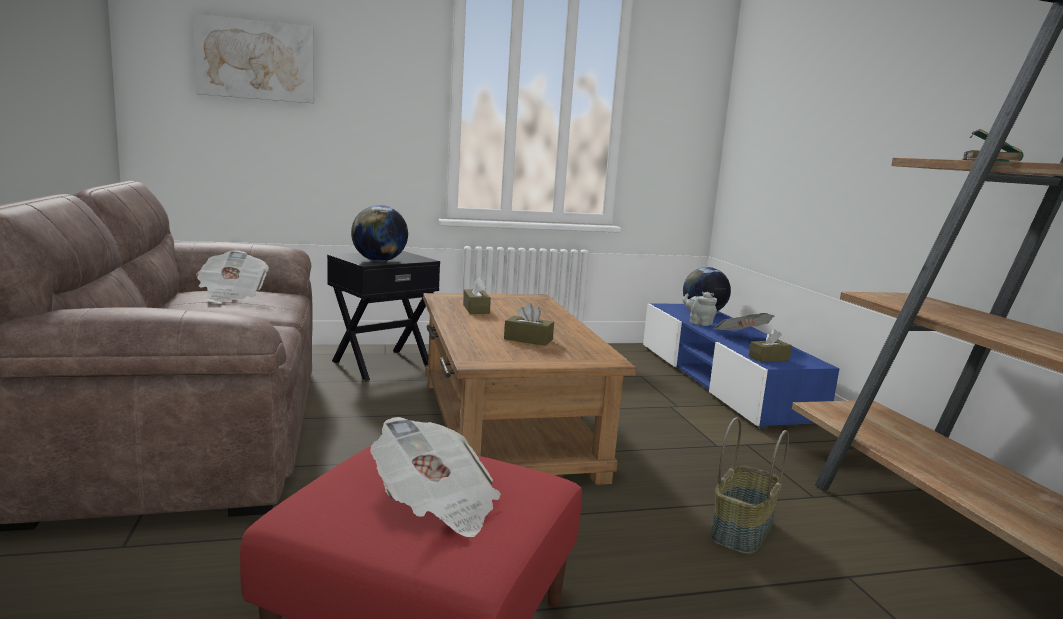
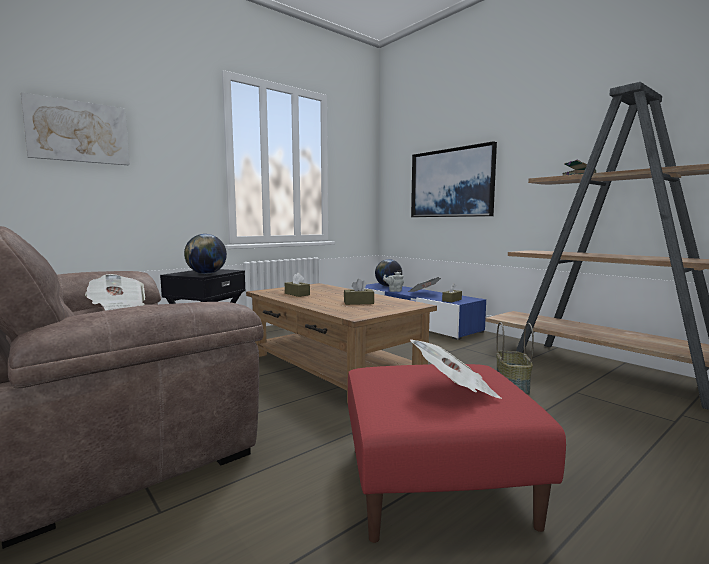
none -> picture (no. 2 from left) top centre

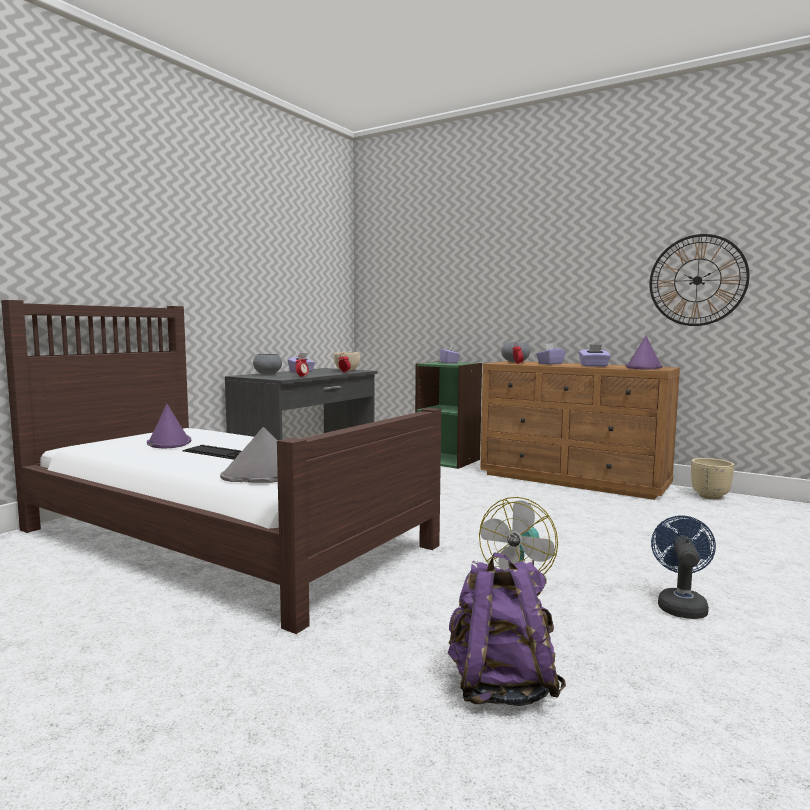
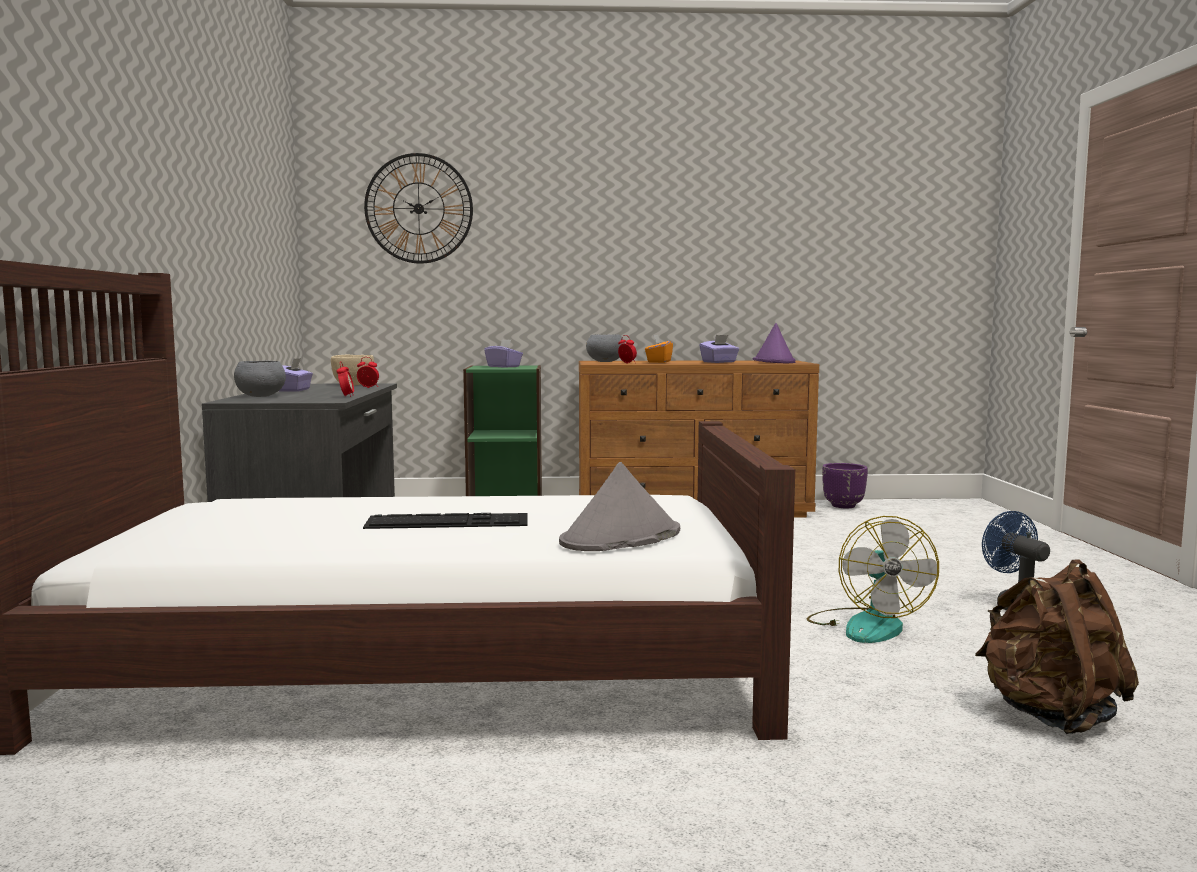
wall clock middle right -> wall clock top centre, relocated
tissue box (purple) (no. 3 from left) middle right -> tissue box (orange) centre
hat (purple) (no. 1 from left) middle left -> none
planter (beige) middle right -> planter (purple) middle right
backpack (purple) bottom centre -> backpack (brown) bottom right

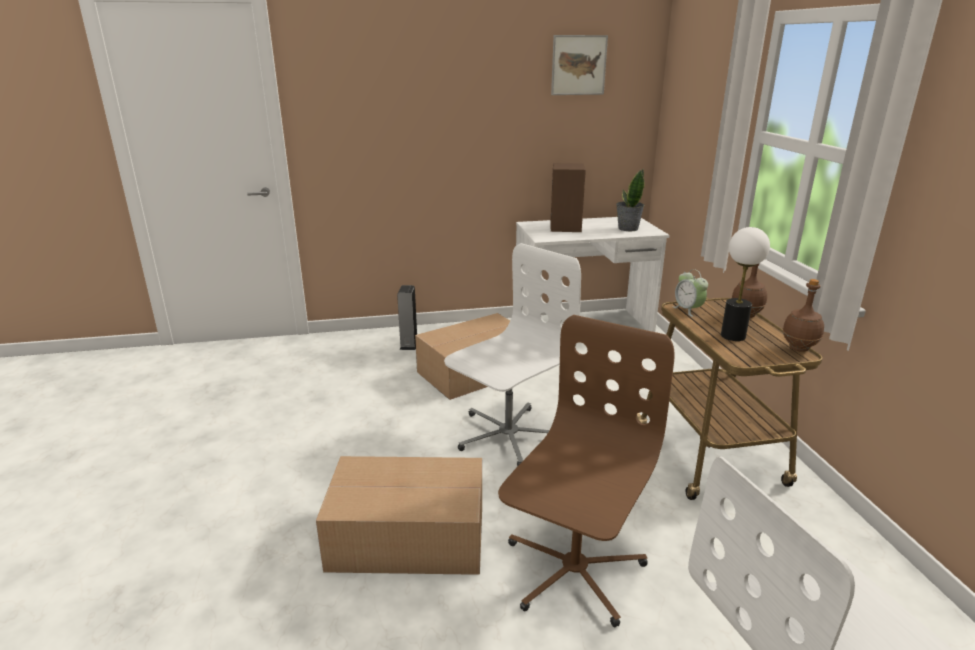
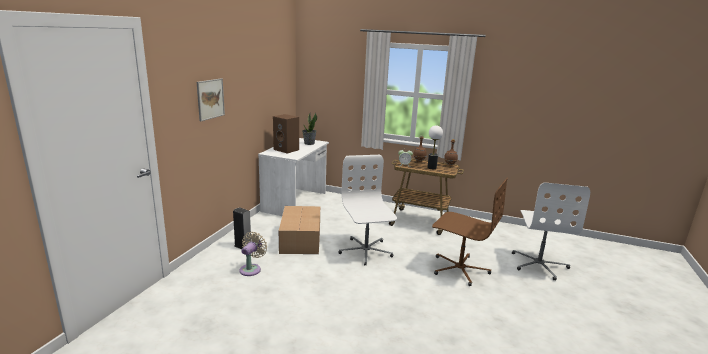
picture top centre -> picture top left, relocated
office chair (brown) bottom centre -> office chair (brown) centre, 150 degrees clockwise
cardboard box (no. 1 from left) bottom centre -> none
none -> fan (beige) bottom centre

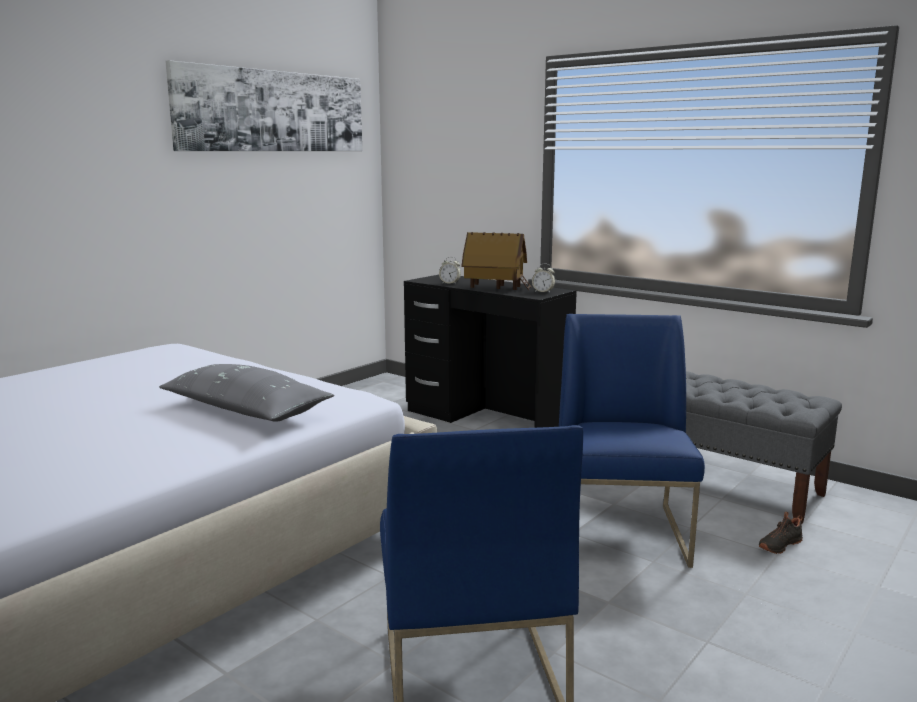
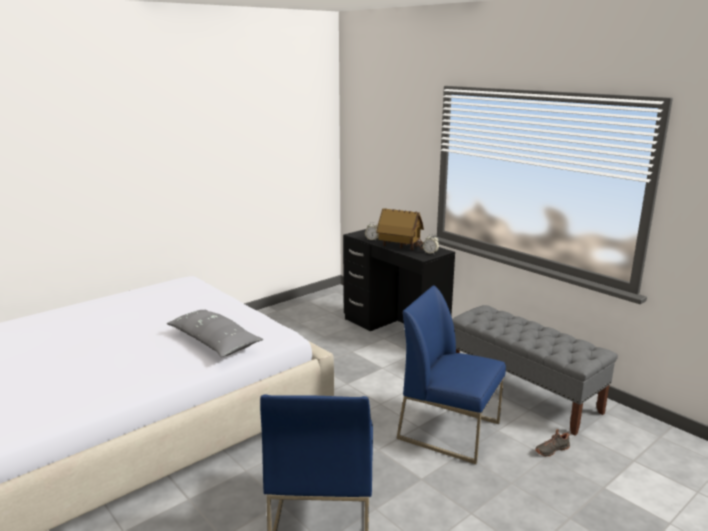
picture top left -> none
chair (blue) (no. 2 from left) middle right -> chair (blue) (no. 2 from left) bottom centre, 75 degrees counterclockwise

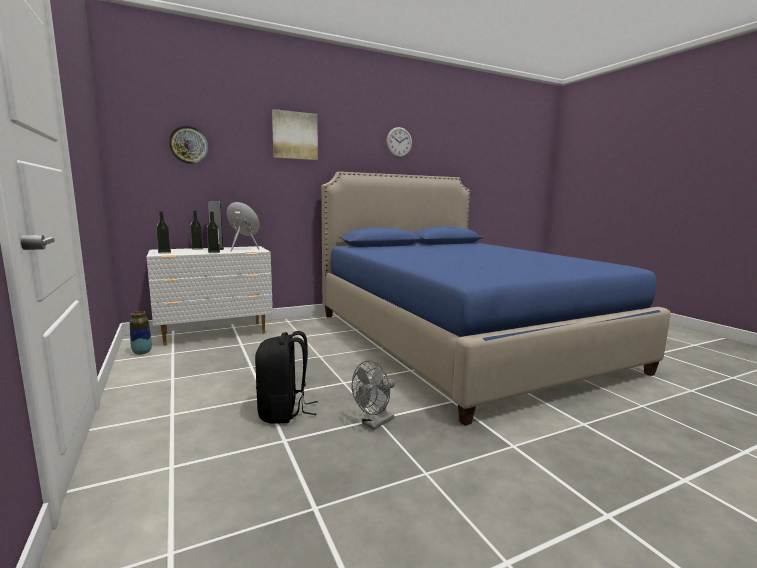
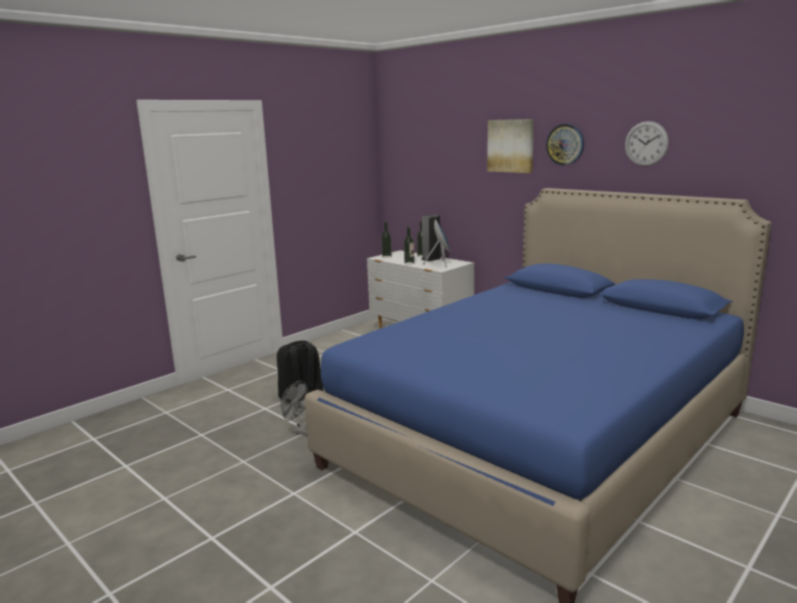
wall clock (no. 1 from left) top left -> wall clock (no. 1 from left) top right, relocated
vase middle left -> none

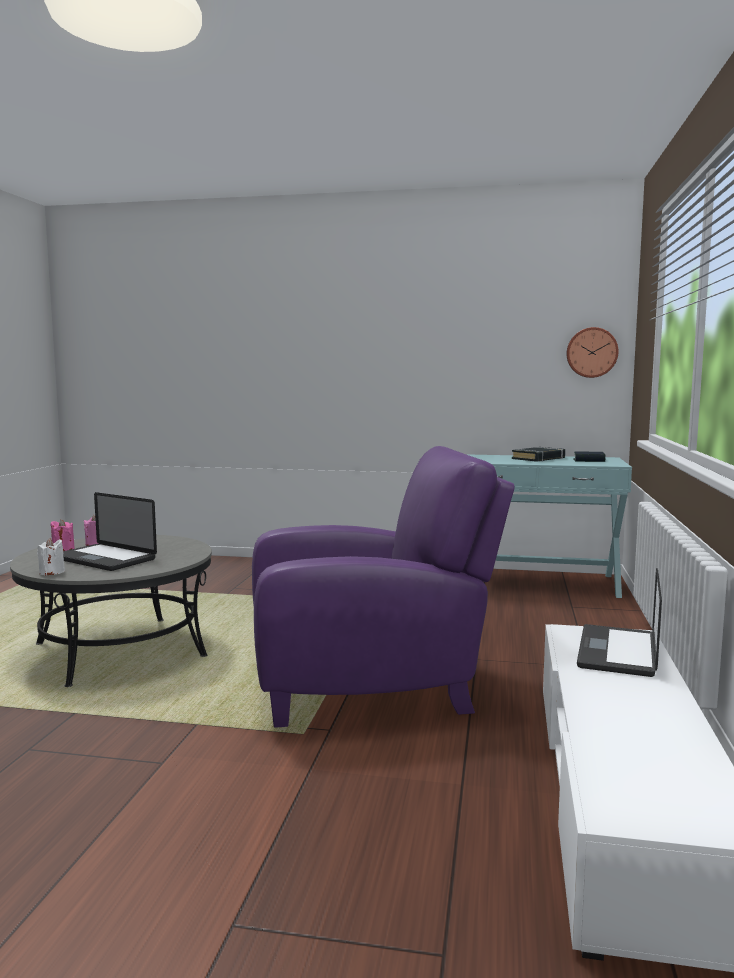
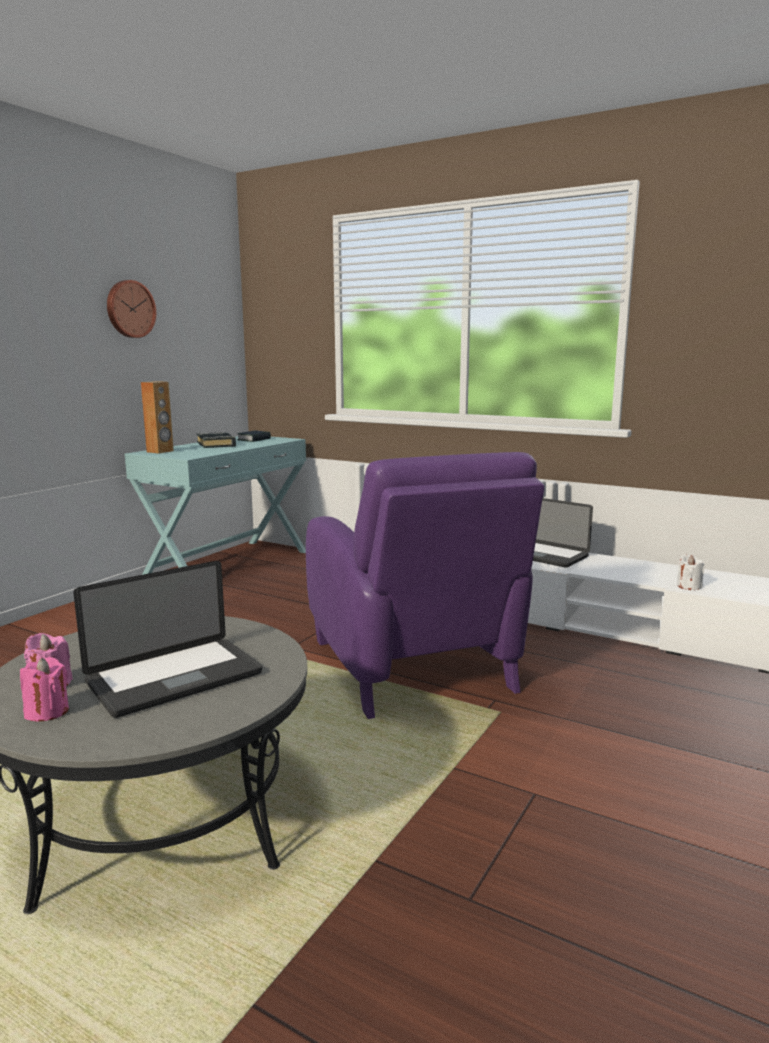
wall clock middle right -> wall clock top left, relocated
armchair (purple) centre, 150 degrees clockwise
candle (white) middle left -> candle (white) middle right, relocated
none -> speaker (brown) middle left

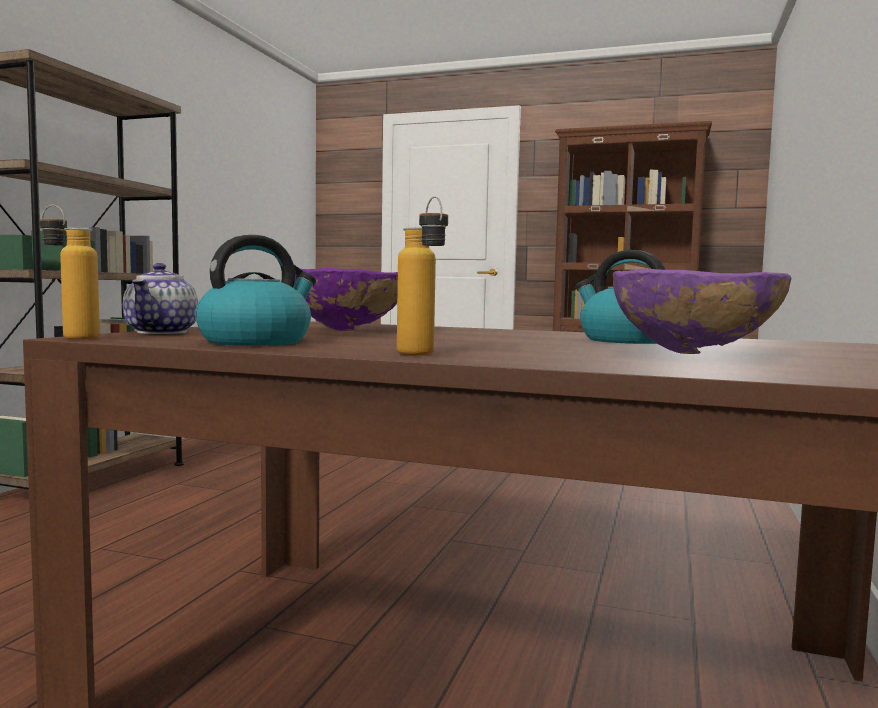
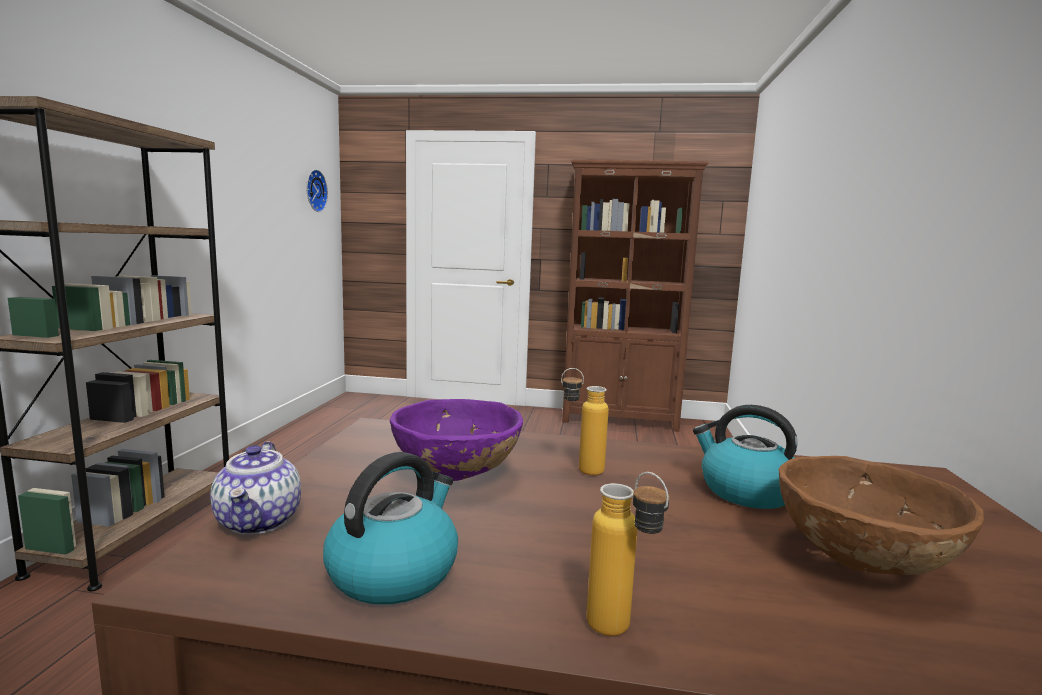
bottle (no. 1 from left) middle left -> bottle (no. 1 from left) centre, relocated
bowl (purple) (no. 2 from left) middle right -> bowl (brown) bottom right
none -> wall clock top left

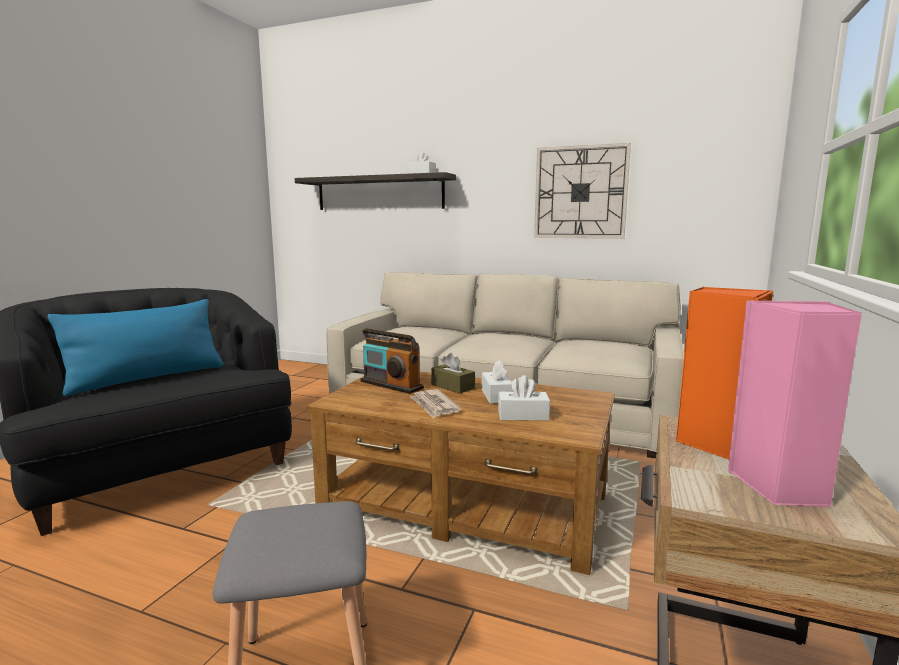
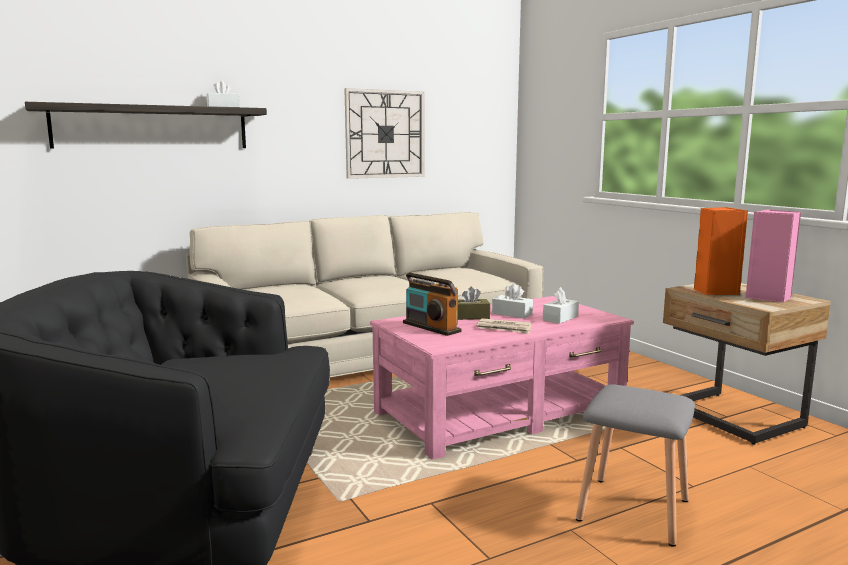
pillow (blue) middle left -> none
radio centre, 60 degrees clockwise
coffee table (brown) bottom centre -> coffee table (pink) bottom centre

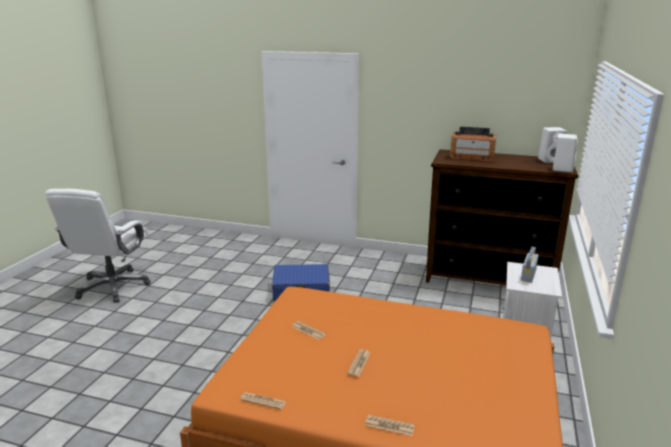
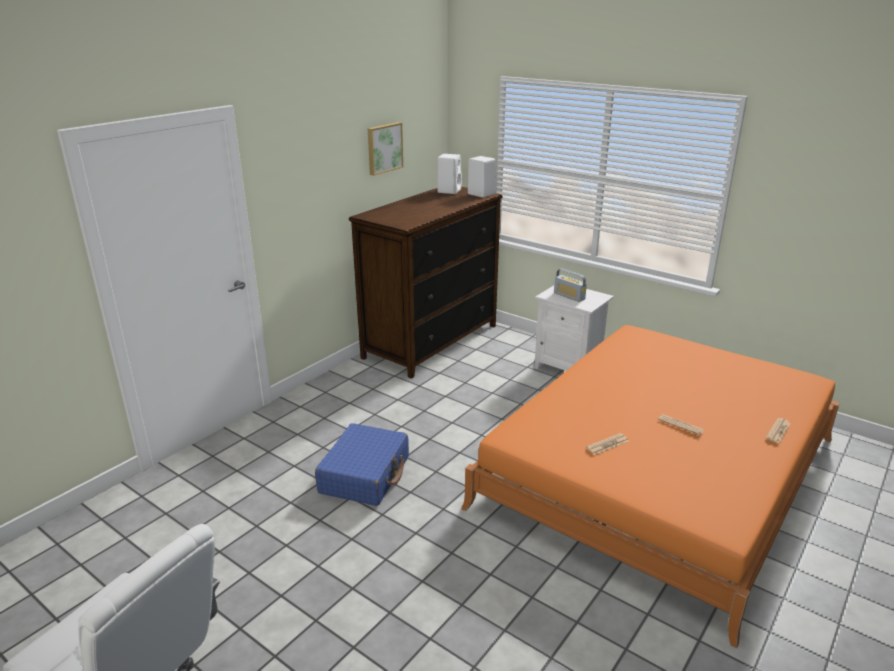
radio (no. 1 from left) top right -> none
newspaper (no. 1 from left) bottom centre -> none
none -> picture top centre

